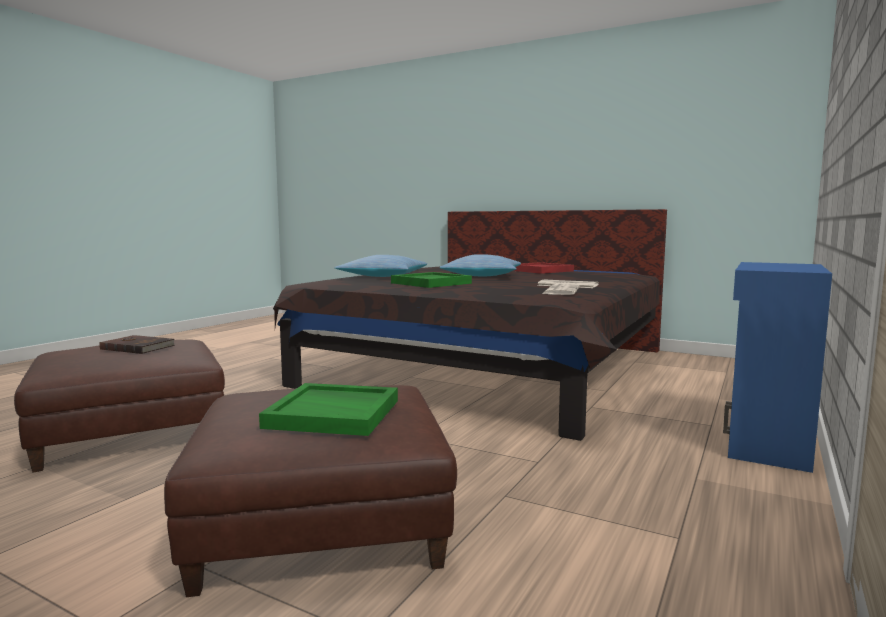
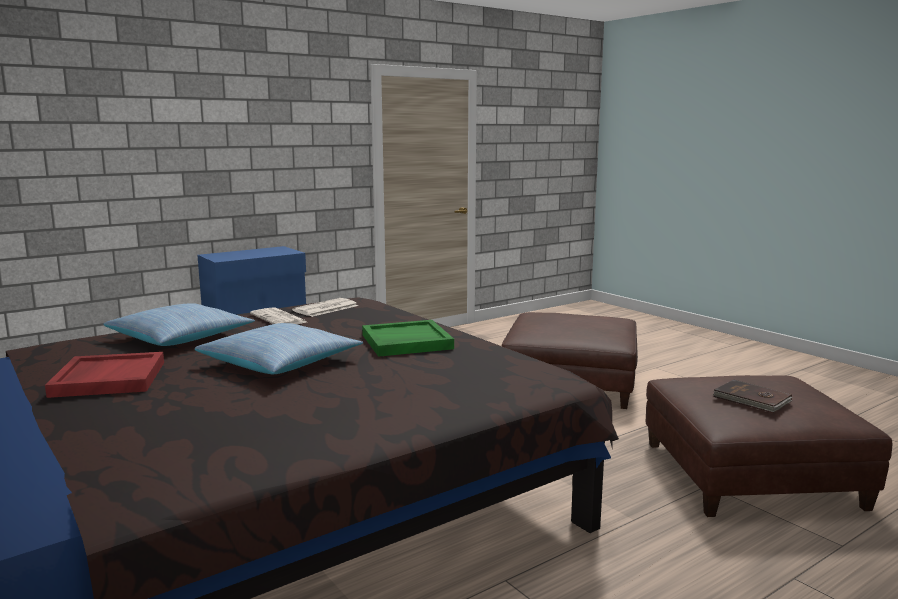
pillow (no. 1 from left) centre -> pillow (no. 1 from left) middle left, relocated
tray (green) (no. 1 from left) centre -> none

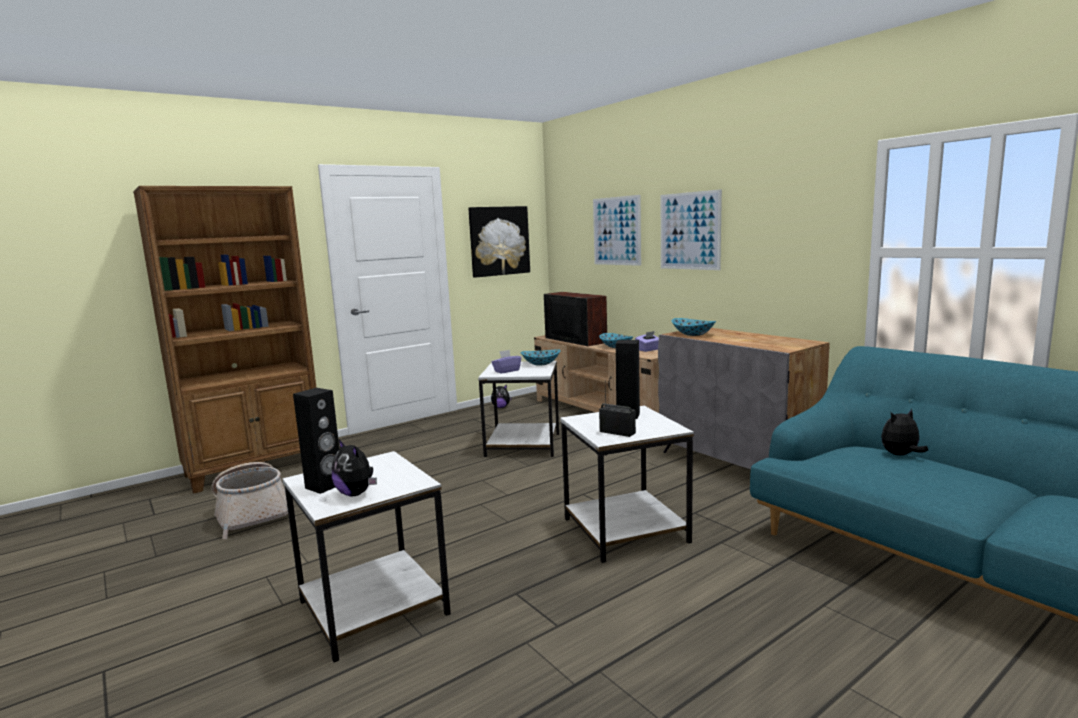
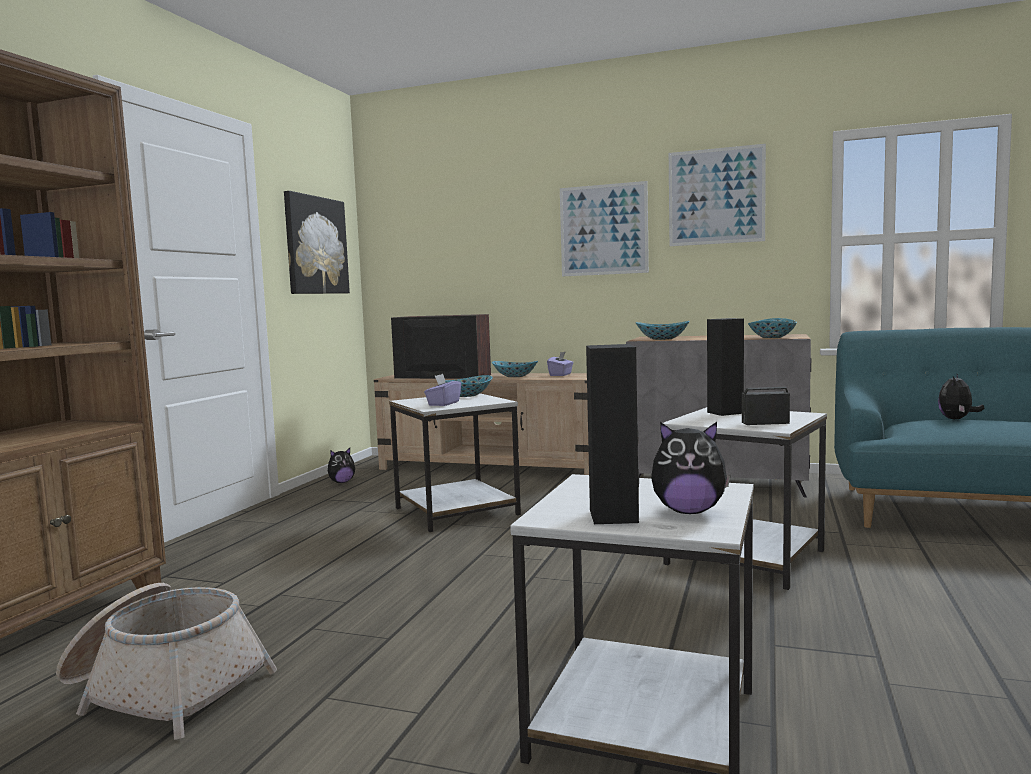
picture (no. 2 from left in the first image) top centre -> picture (no. 3 from left) top right, relocated
none -> bowl (no. 4 from left) middle right

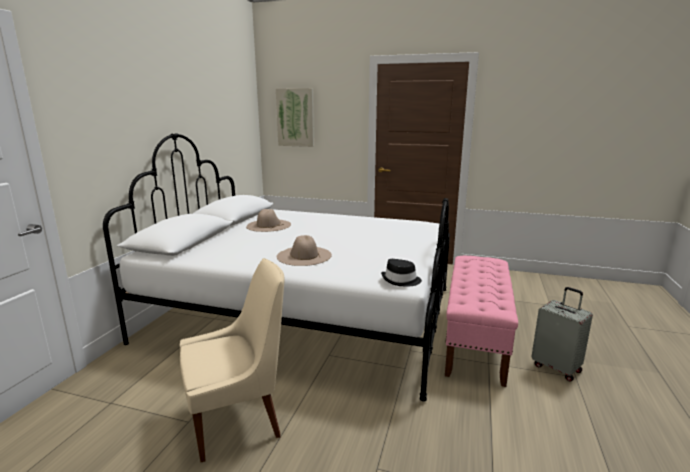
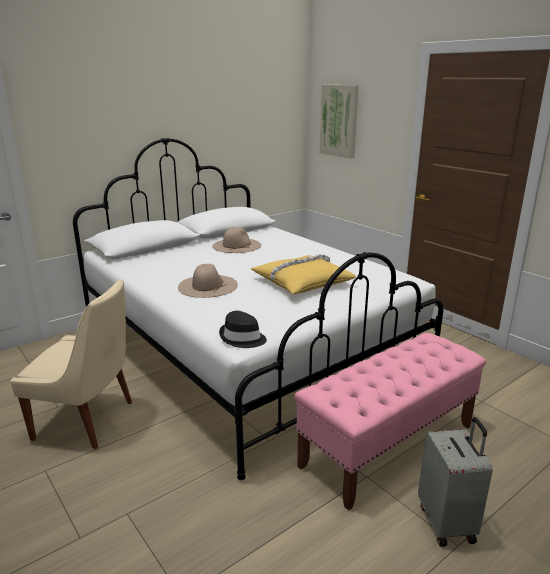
none -> pillow (yellow) centre

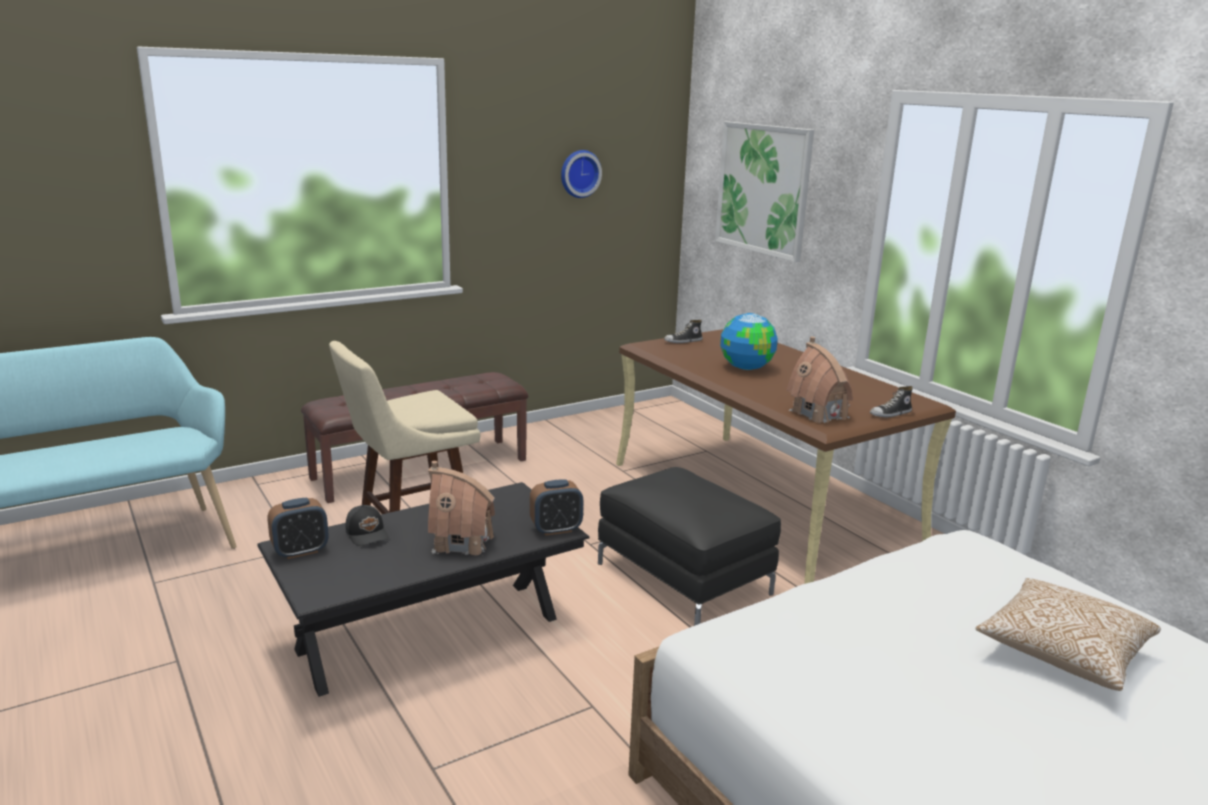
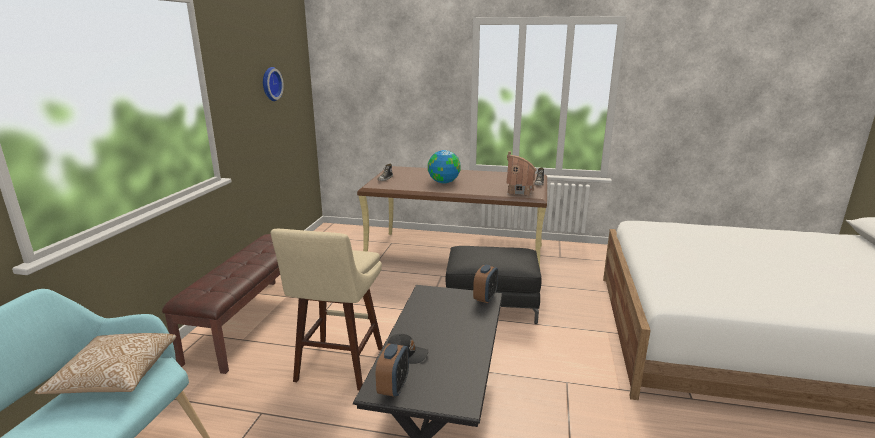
picture top centre -> none
toy house (no. 1 from left) centre -> none
pillow bottom right -> pillow bottom left, relocated

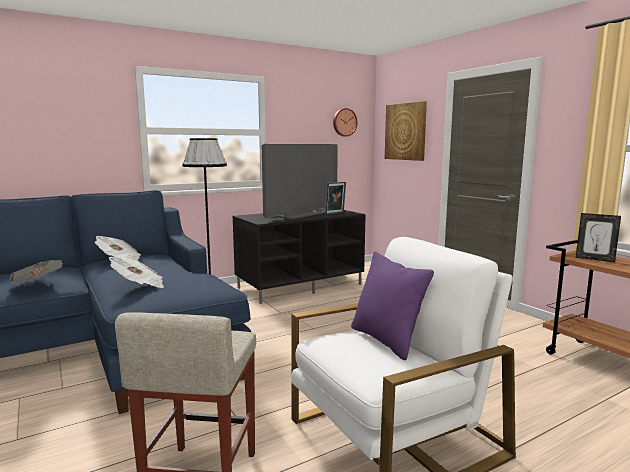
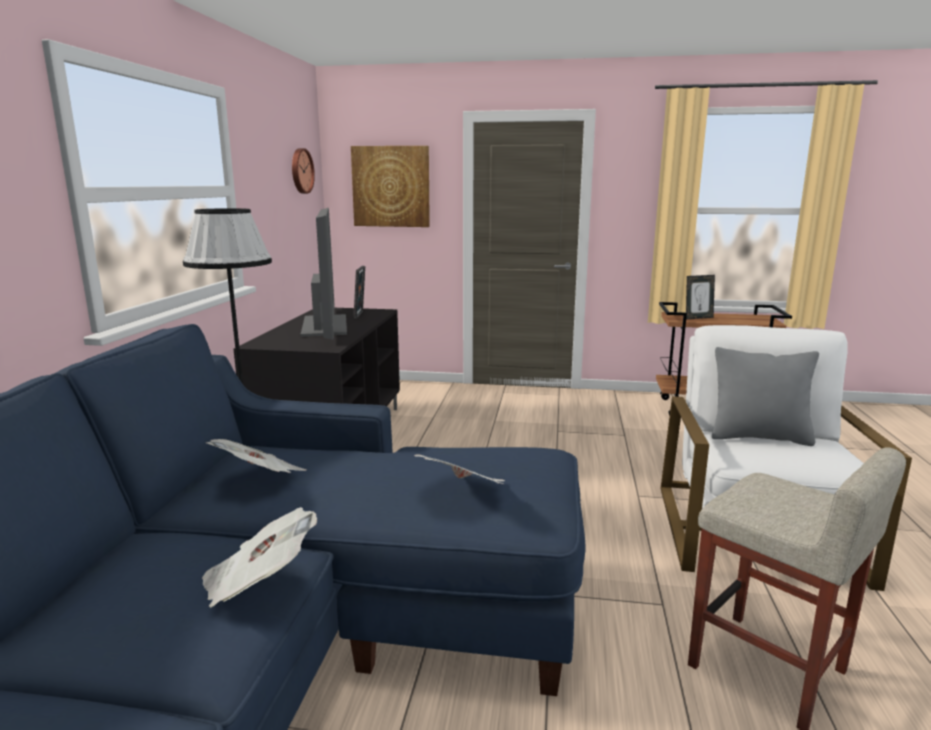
pillow (purple) centre -> pillow (grey) middle right

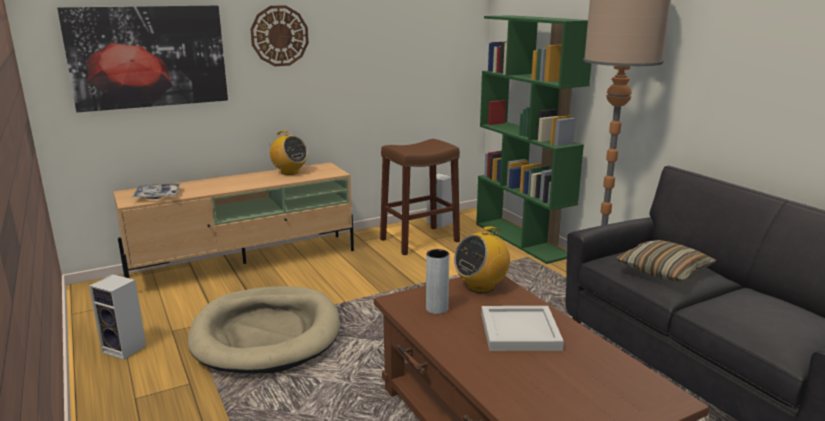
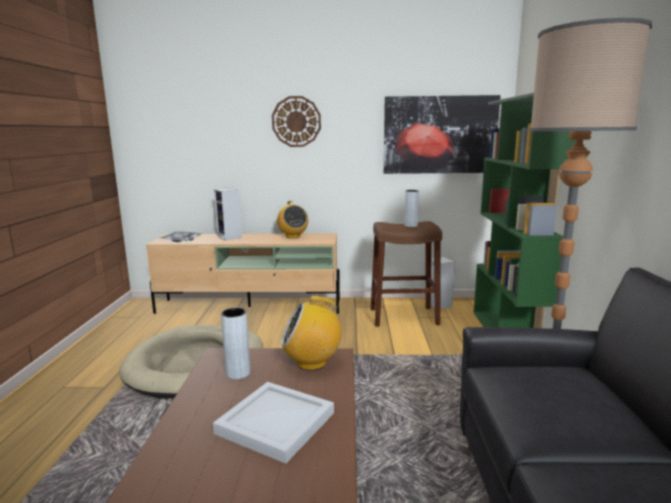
picture top left -> picture top centre, relocated
pillow middle right -> none
speaker (no. 1 from left) bottom left -> speaker (no. 1 from left) centre, relocated
none -> vase (grey) (no. 2 from left) centre

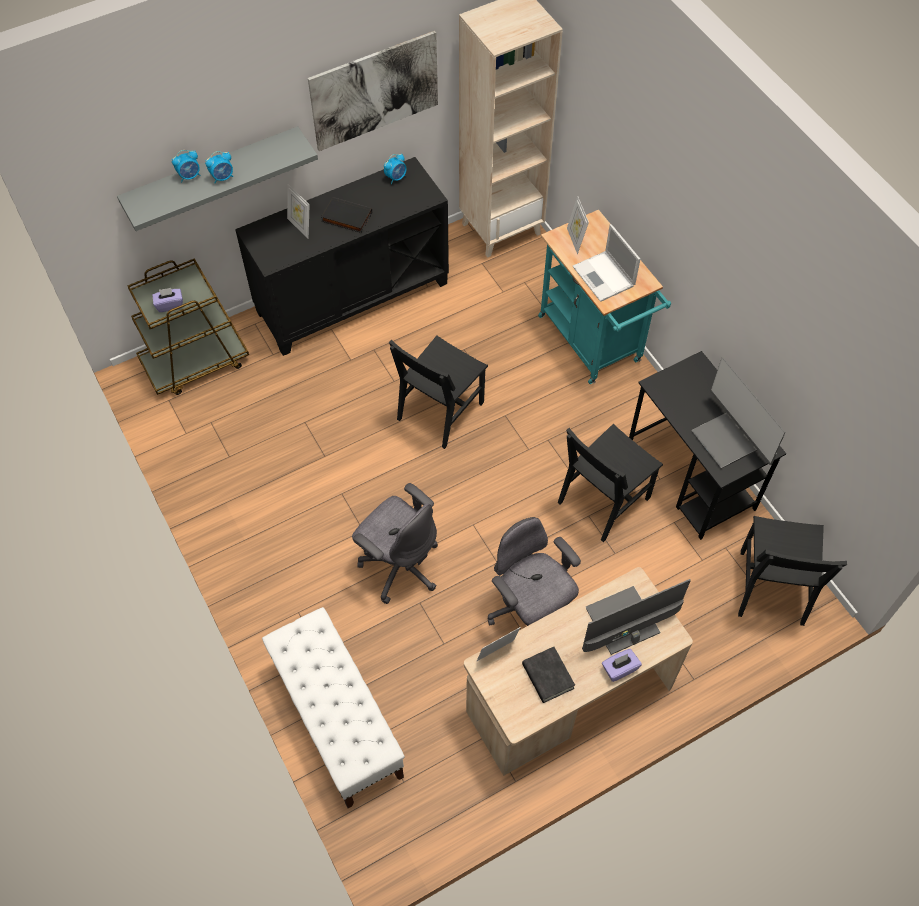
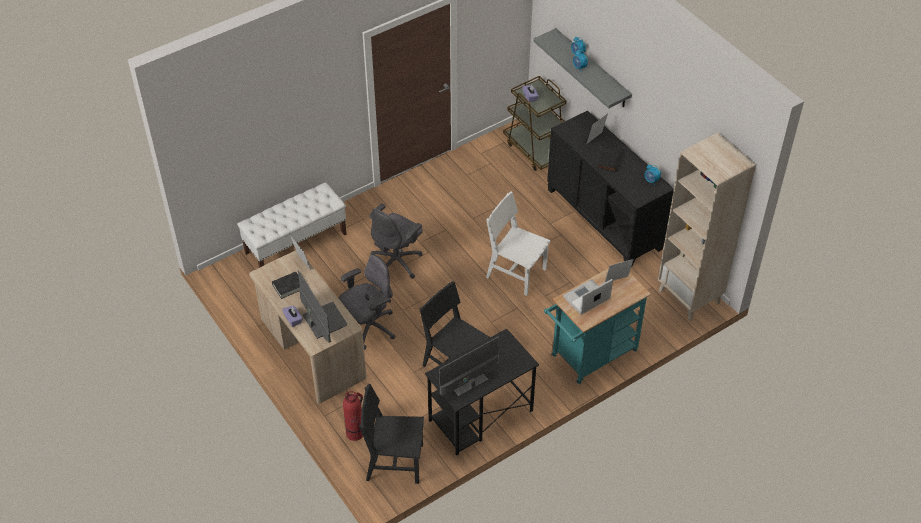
picture top centre -> none
chair (black) (no. 1 from left) centre -> chair (white) centre
none -> fire extinguisher bottom centre

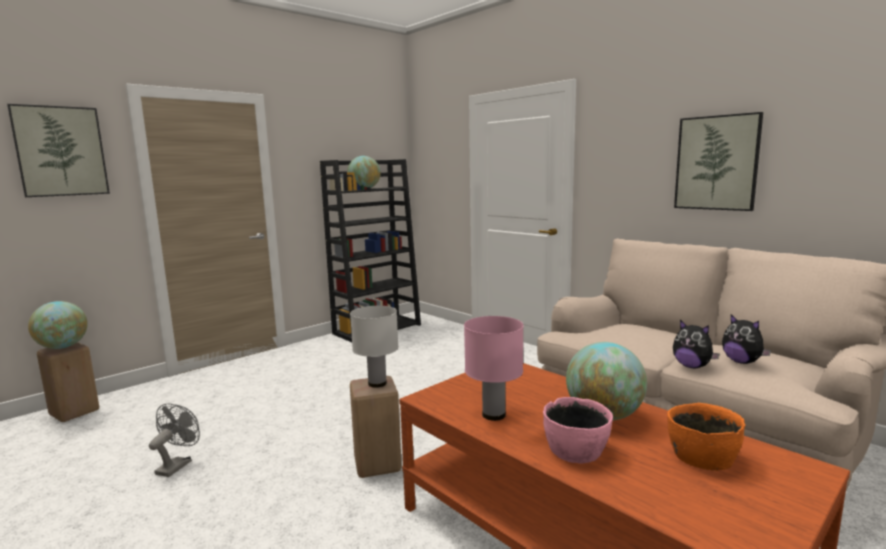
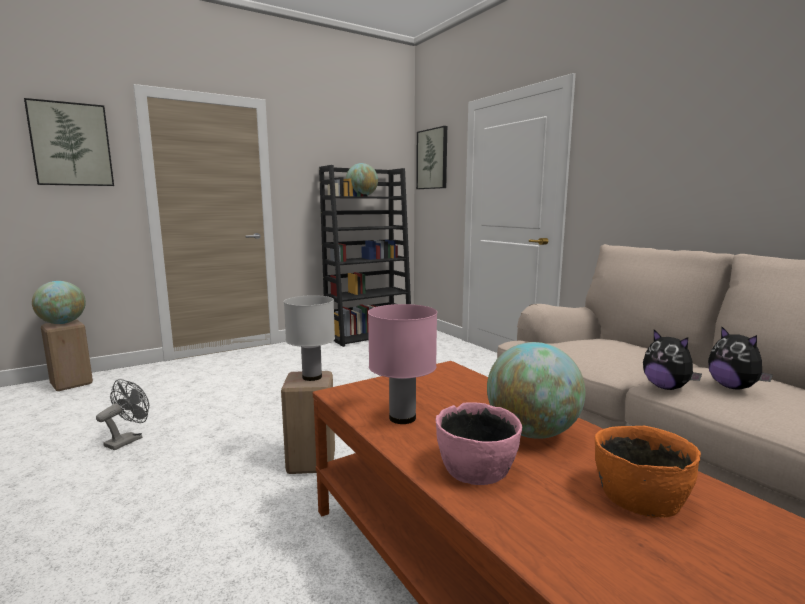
picture (no. 2 from left) top right -> picture (no. 2 from left) top centre, relocated

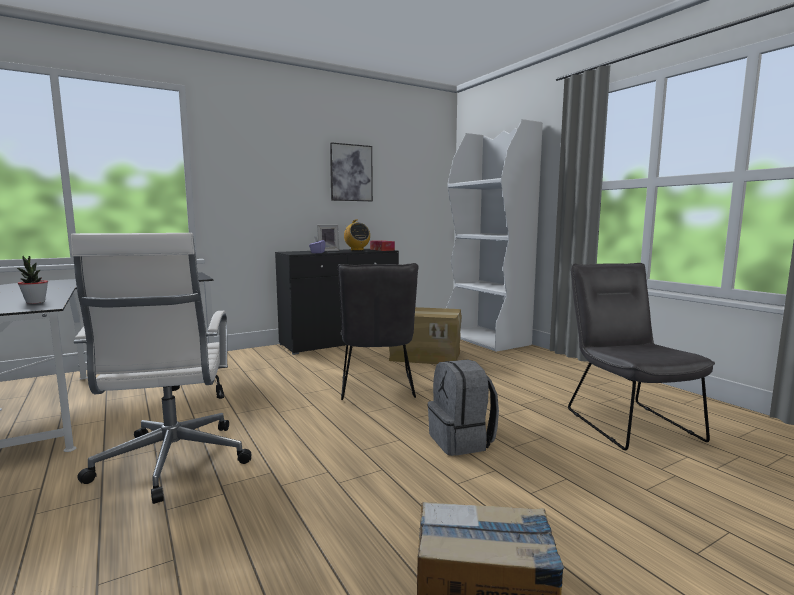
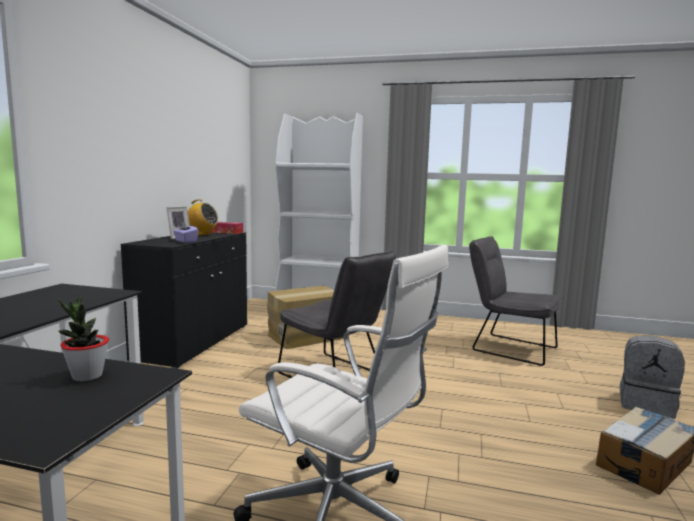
picture top centre -> none
backpack (grey) bottom centre -> backpack (grey) bottom right, relocated

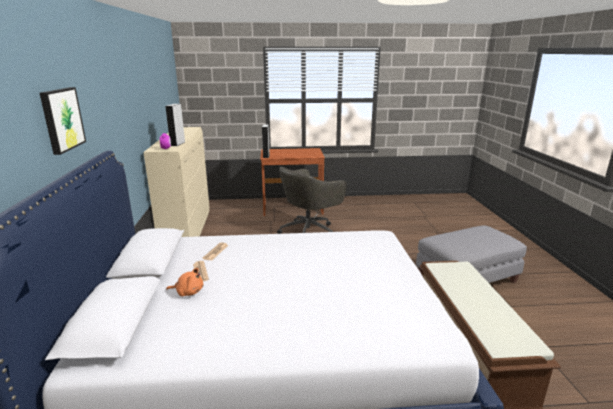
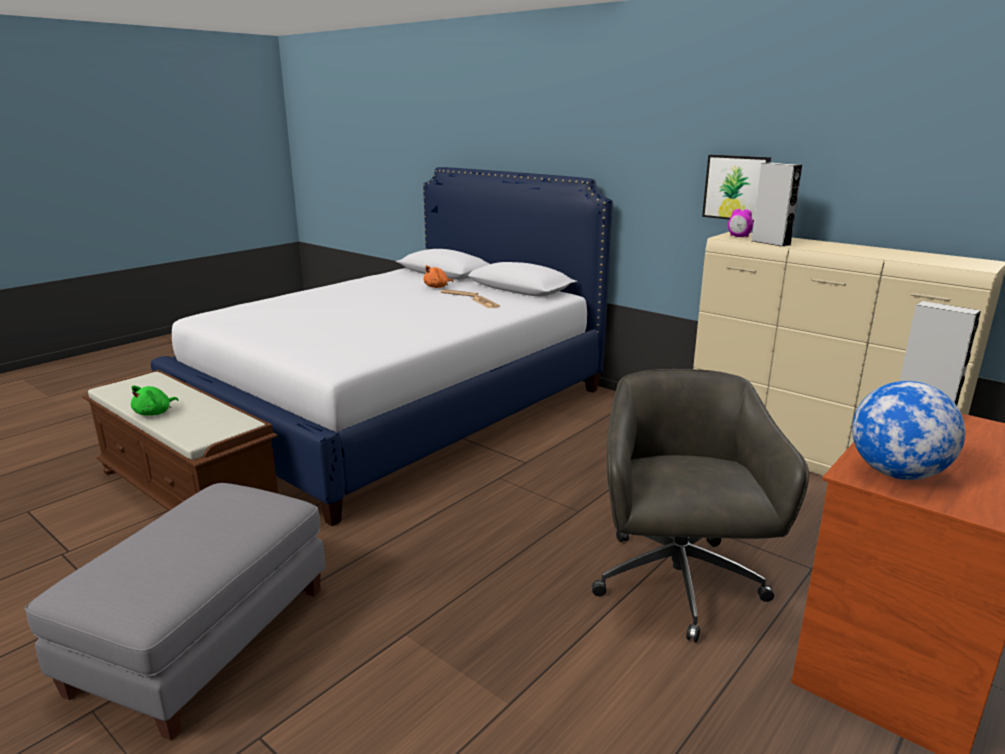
picture top left -> picture top right, relocated
none -> globe middle right
none -> plush toy (green) middle left

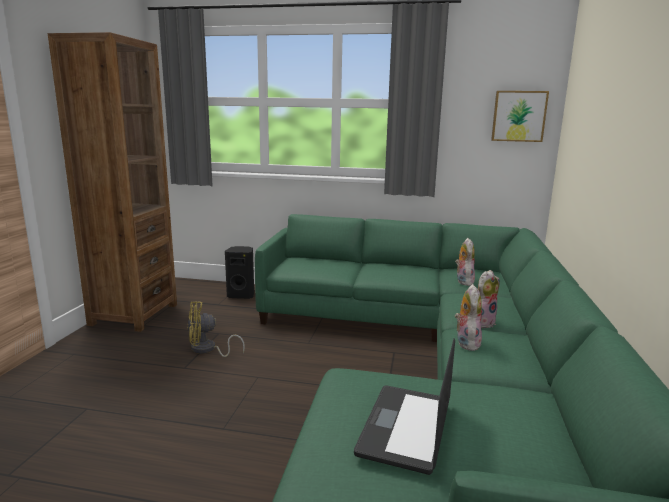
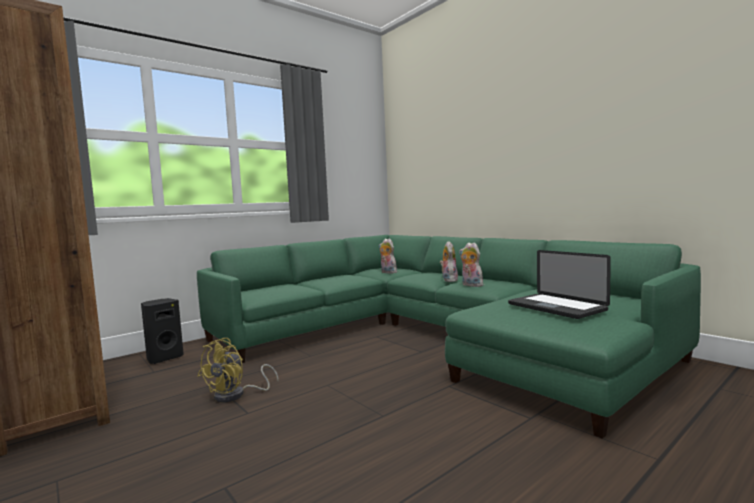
picture top right -> none

